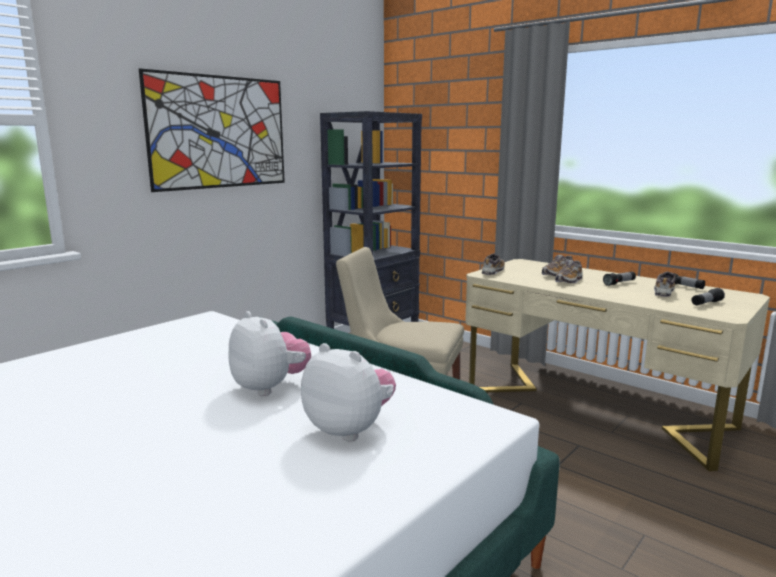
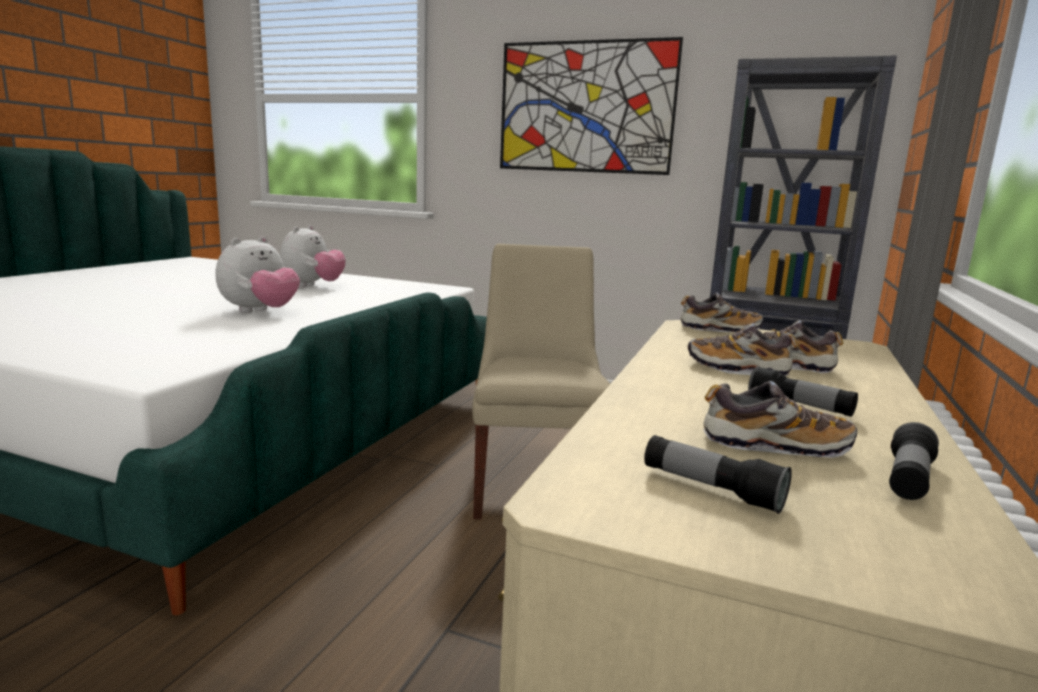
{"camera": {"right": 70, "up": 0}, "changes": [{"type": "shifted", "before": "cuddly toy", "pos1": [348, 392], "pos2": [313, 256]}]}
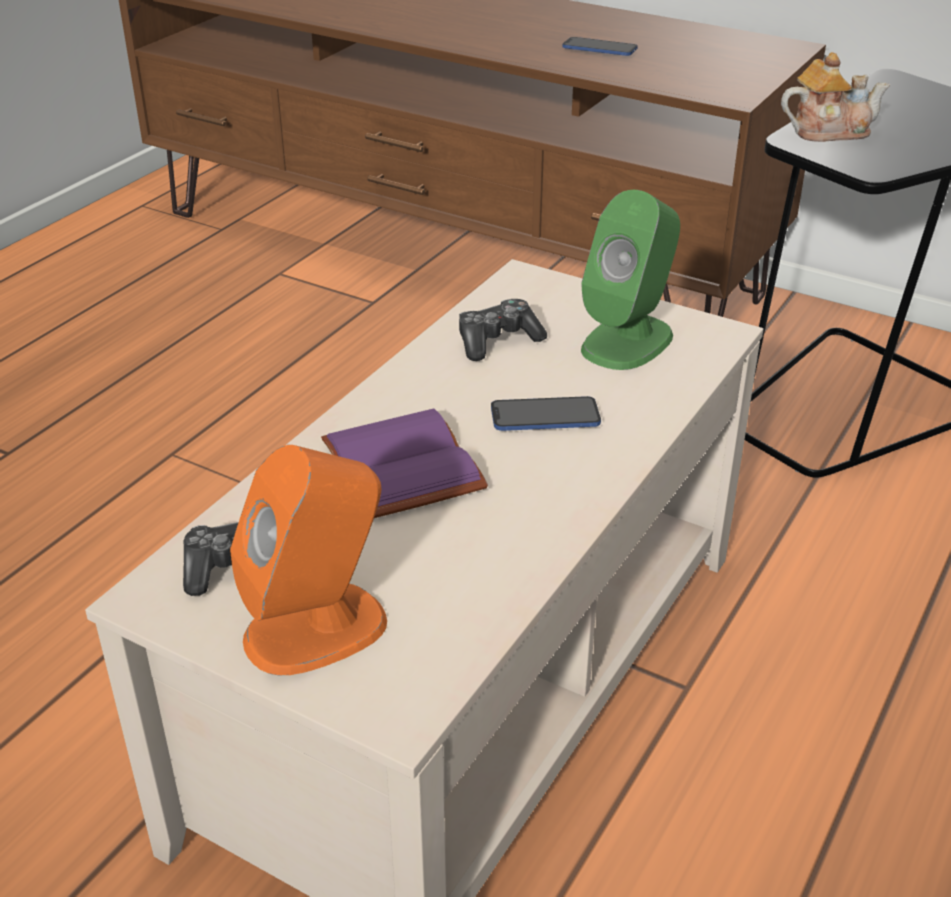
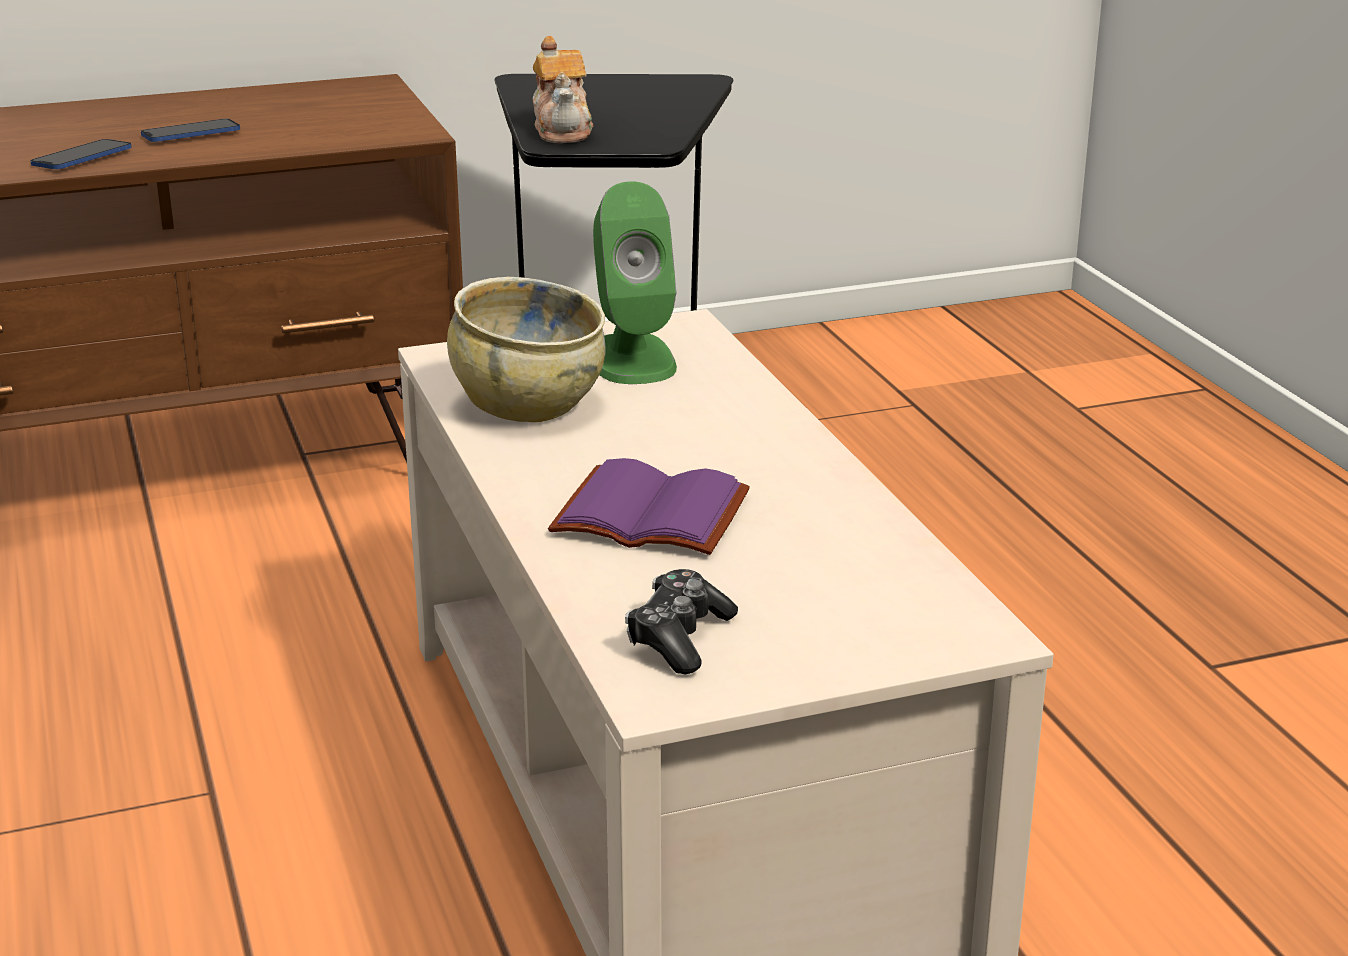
{"camera": {"right": -50, "up": -10}, "changes": [{"type": "gone", "before": "orange loudspeaker", "pos1": [308, 560]}, {"type": "shifted", "before": "phone", "pos1": [546, 413], "pos2": [81, 154]}, {"type": "swapped", "before": "joypad", "after": "beige-coloured serving bowl", "pos1": [503, 330], "pos2": [526, 349]}, {"type": "rotated", "before": "pot for tea", "pos1": [835, 97], "pos2": [563, 89], "turn": 135}]}
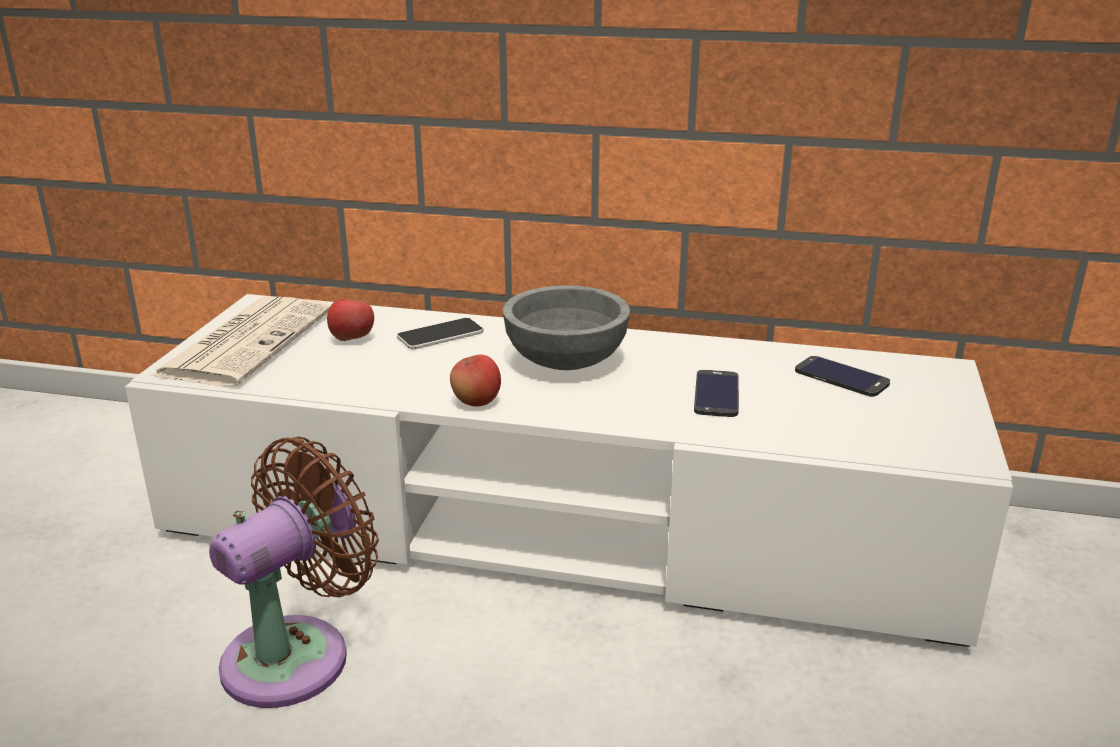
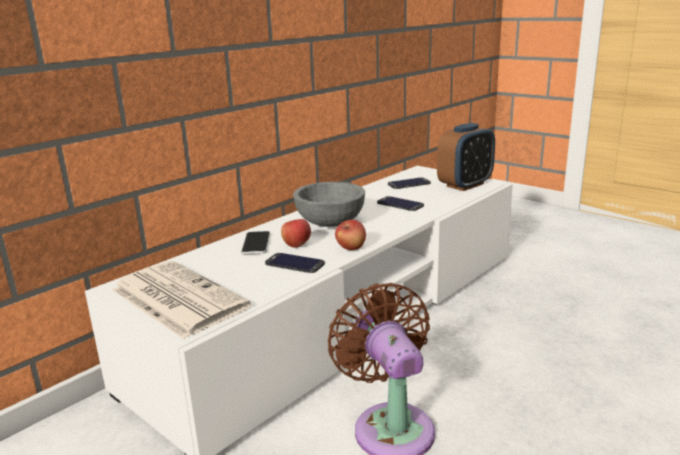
{"camera": {"right": -60, "up": -5}, "changes": [{"type": "new", "after": "phone", "pos2": [295, 263]}, {"type": "new", "after": "table clock", "pos2": [466, 157]}, {"type": "shifted", "before": "apple", "pos1": [350, 320], "pos2": [296, 233]}]}
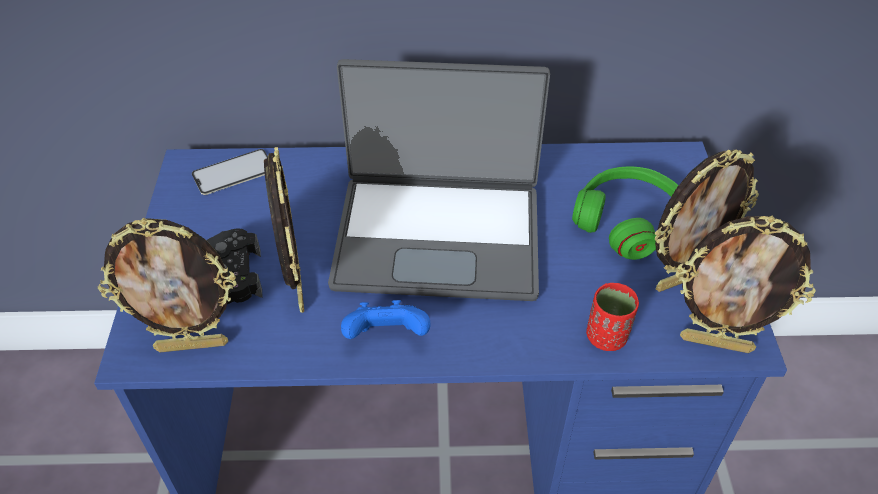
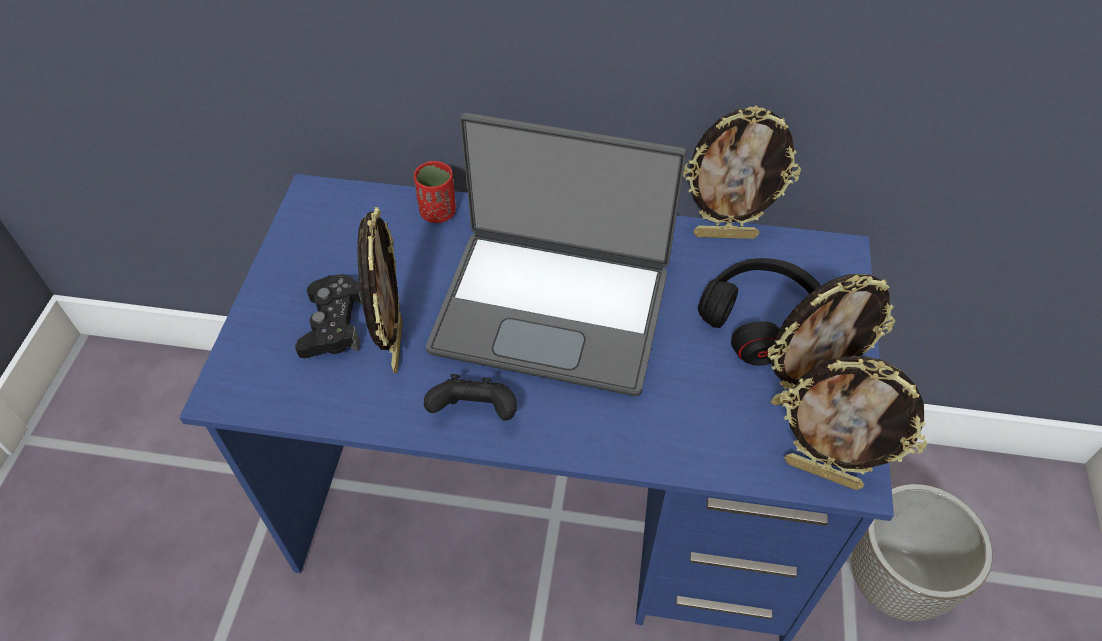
{"camera": {"right": 10, "up": 5}, "changes": [{"type": "gone", "before": "phone", "pos1": [230, 172]}, {"type": "new", "after": "flower pot", "pos2": [922, 552]}, {"type": "shifted", "before": "photo frame", "pos1": [167, 285], "pos2": [742, 172]}, {"type": "shifted", "before": "red drinking cup", "pos1": [612, 317], "pos2": [435, 192]}, {"type": "repainted", "before": "blue joypad", "after": "blackish joypad", "pos1": [385, 319], "pos2": [470, 397]}, {"type": "repainted", "before": "greenish headphones", "after": "blackish headphones", "pos1": [625, 213], "pos2": [759, 312]}]}
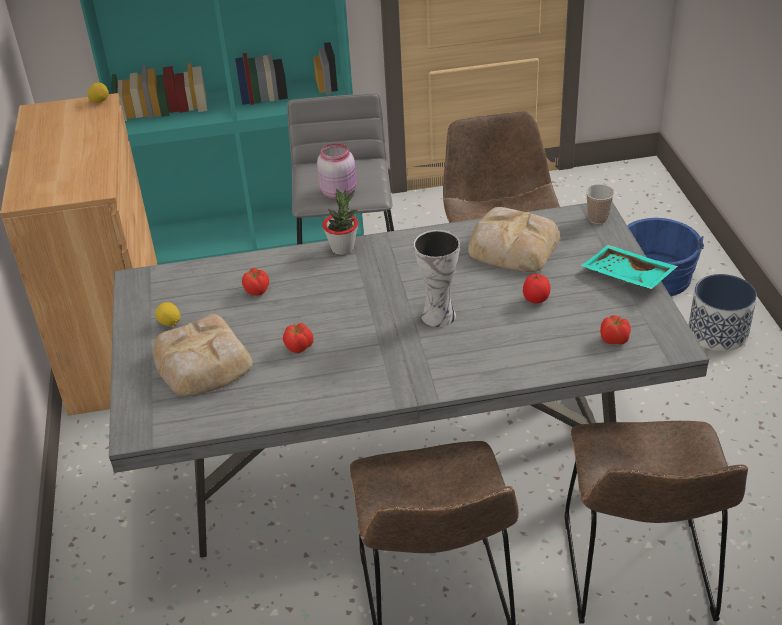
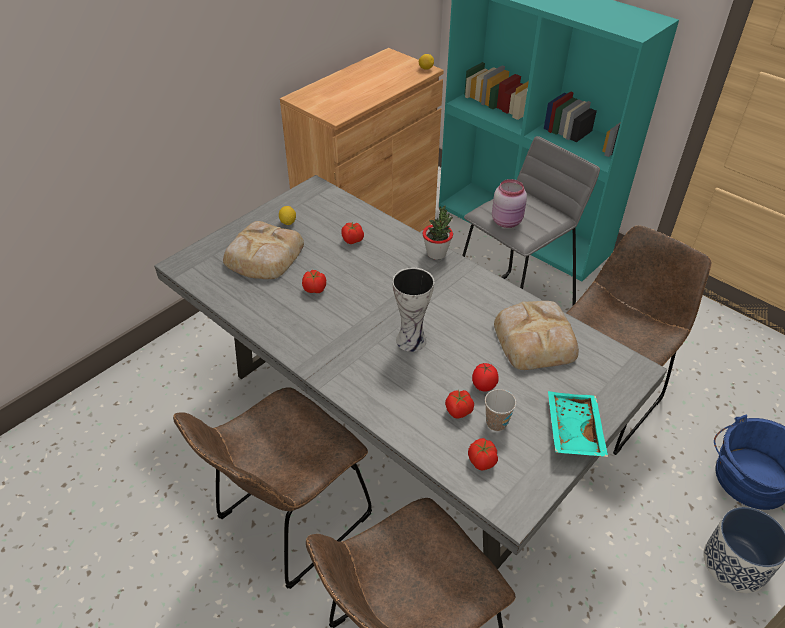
{"camera": {"right": 50, "up": 5}, "changes": [{"type": "new", "after": "whole tomato", "pos2": [459, 404]}, {"type": "shifted", "before": "drinking cup", "pos1": [600, 204], "pos2": [500, 410]}]}
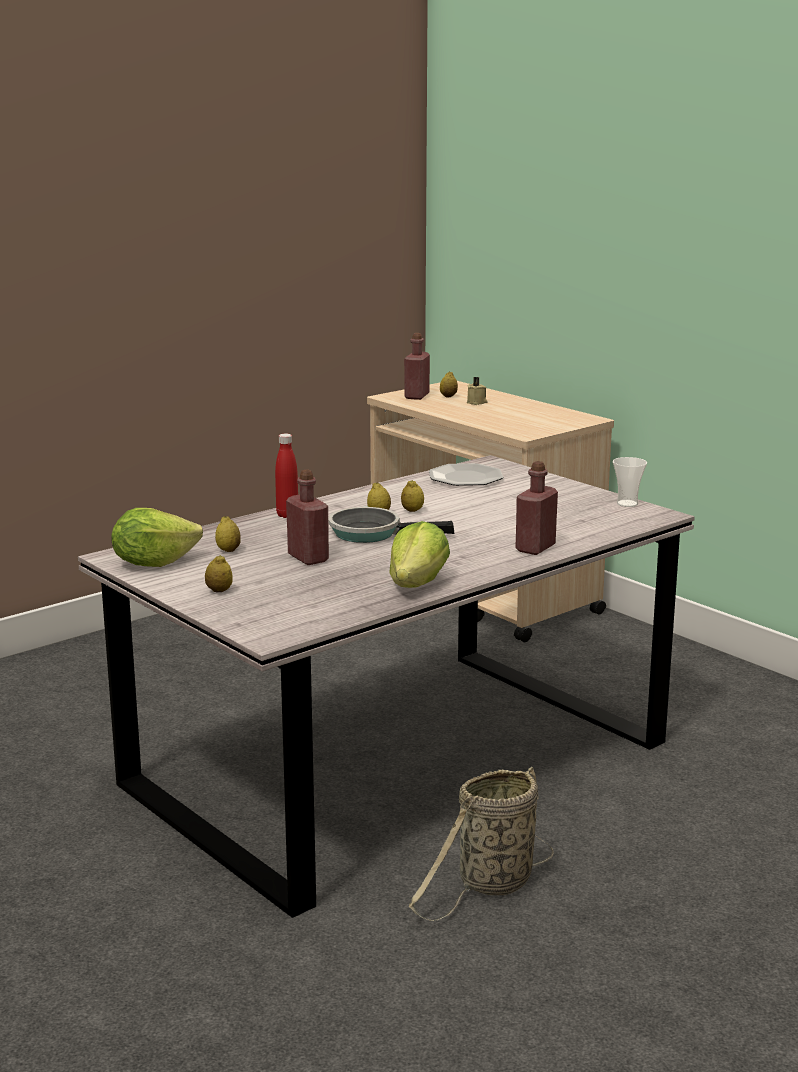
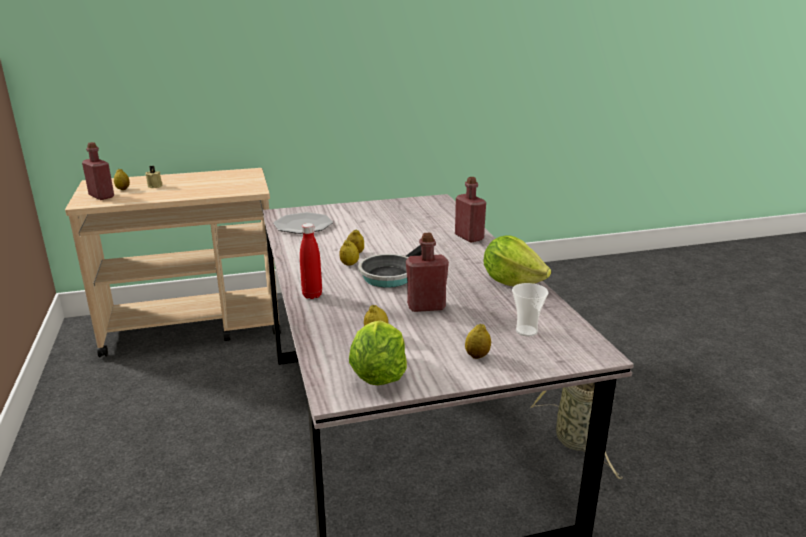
{"camera": {"right": -65, "up": 5}, "changes": [{"type": "shifted", "before": "drinking cup", "pos1": [630, 482], "pos2": [530, 309]}]}
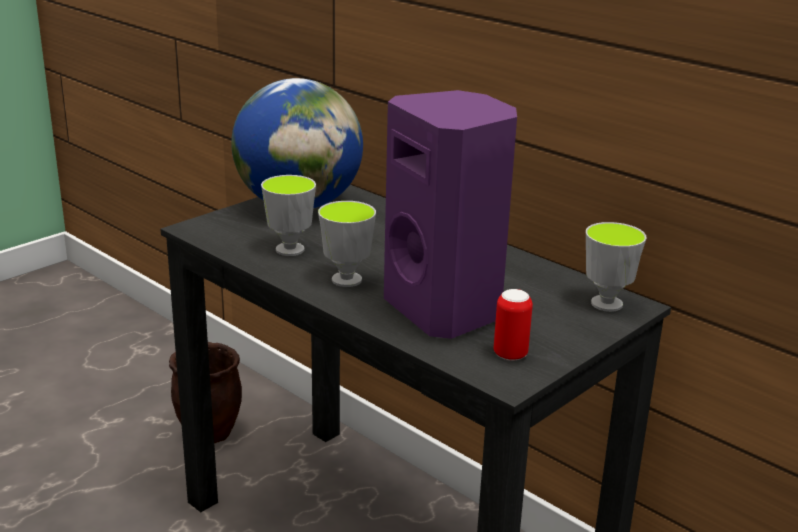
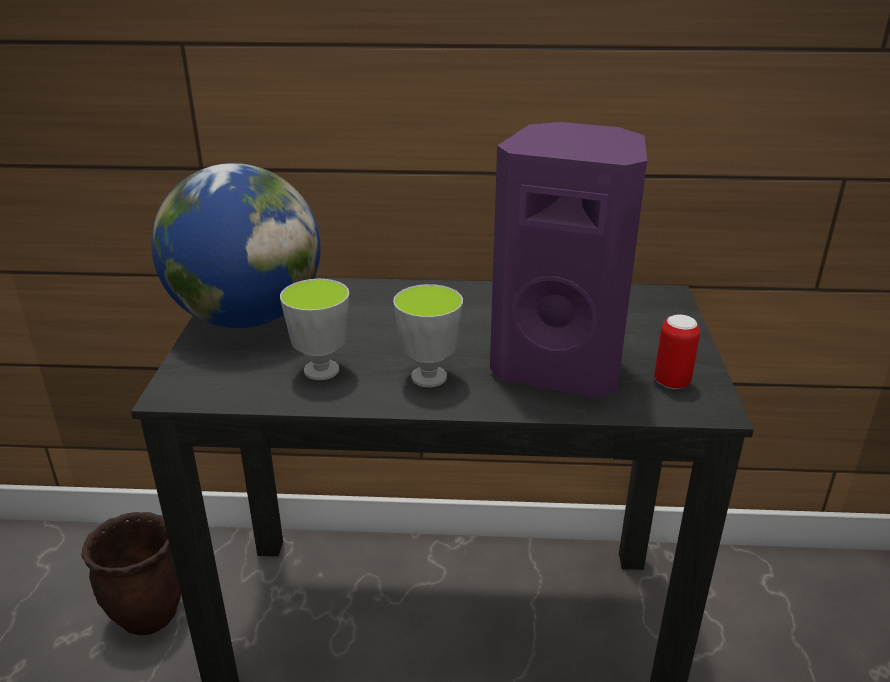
{"camera": {"right": -40, "up": 5}, "changes": [{"type": "gone", "before": "drinking cup", "pos1": [616, 267]}]}
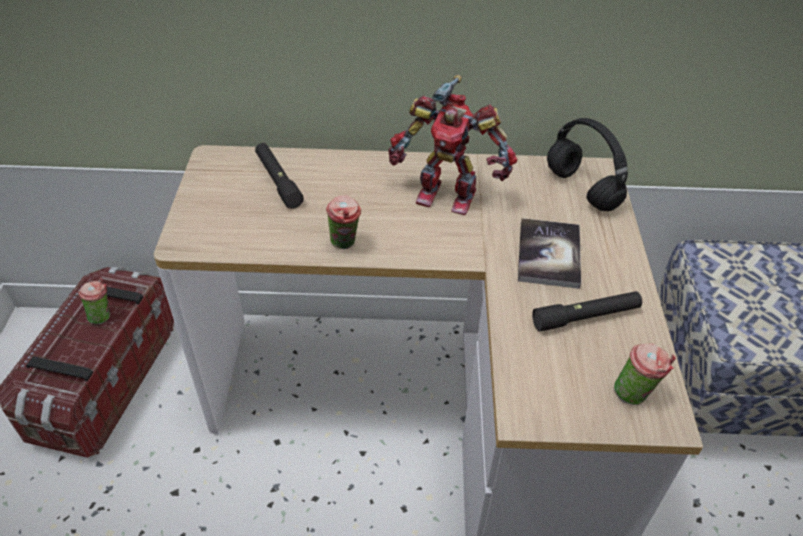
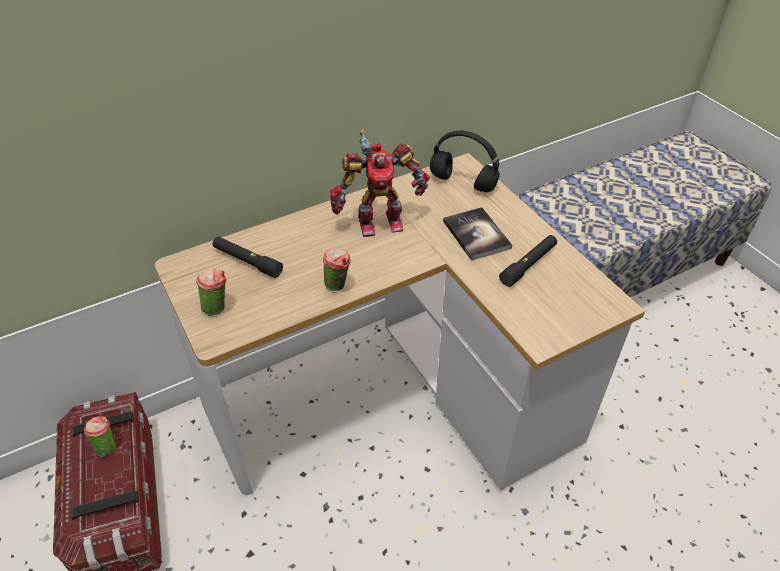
{"camera": {"right": -30, "up": 0}, "changes": [{"type": "shifted", "before": "drinking cup", "pos1": [645, 374], "pos2": [211, 292]}]}
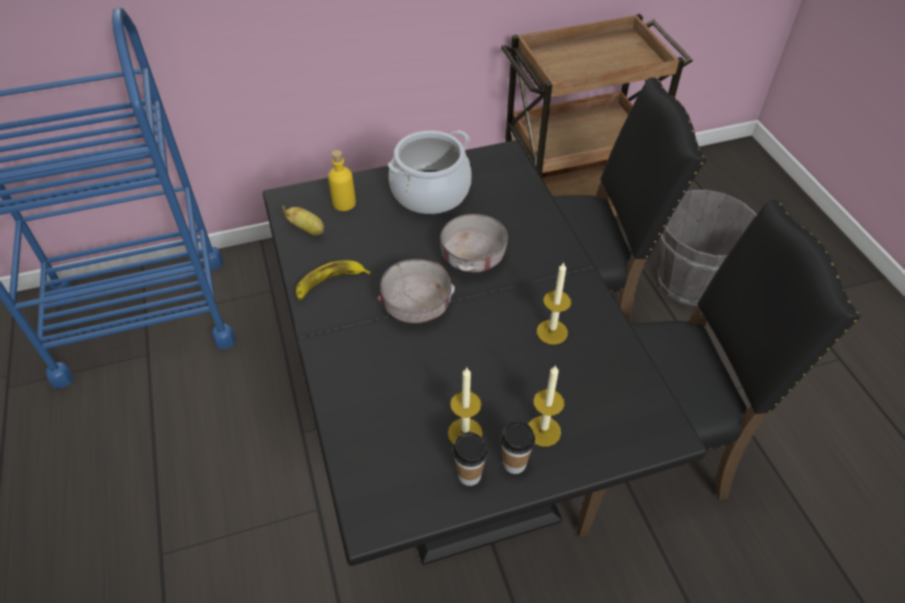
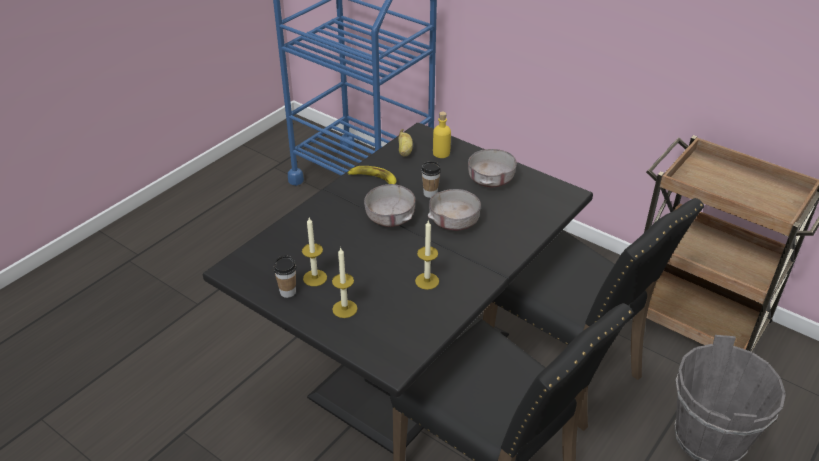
{"camera": {"right": 55, "up": -10}, "changes": [{"type": "shifted", "before": "drinking cup", "pos1": [518, 447], "pos2": [431, 179]}, {"type": "swapped", "before": "cooking pot", "after": "grey serving bowl", "pos1": [430, 172], "pos2": [492, 168]}]}
